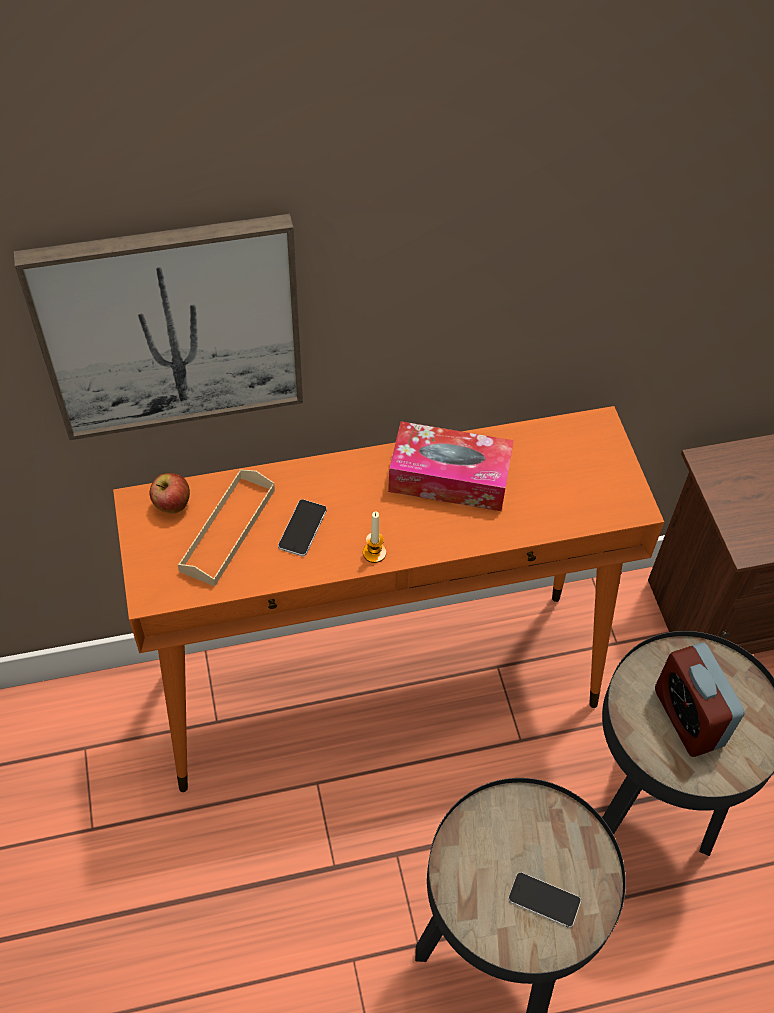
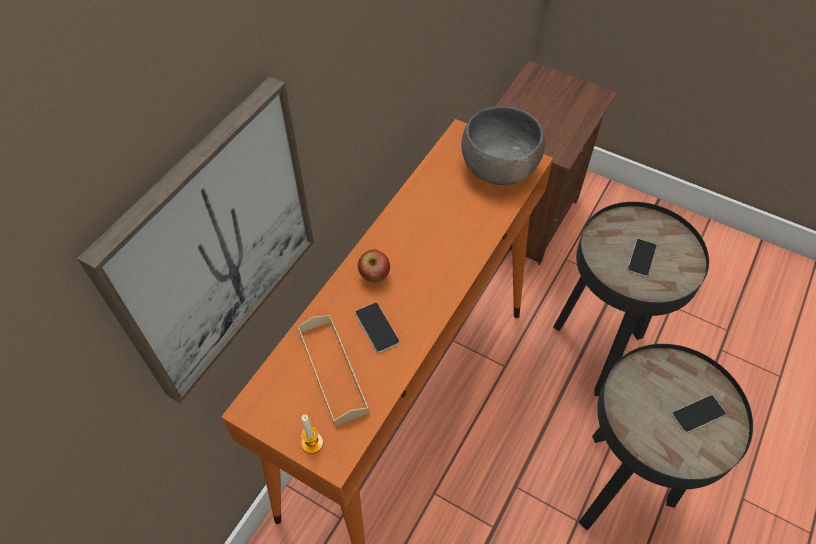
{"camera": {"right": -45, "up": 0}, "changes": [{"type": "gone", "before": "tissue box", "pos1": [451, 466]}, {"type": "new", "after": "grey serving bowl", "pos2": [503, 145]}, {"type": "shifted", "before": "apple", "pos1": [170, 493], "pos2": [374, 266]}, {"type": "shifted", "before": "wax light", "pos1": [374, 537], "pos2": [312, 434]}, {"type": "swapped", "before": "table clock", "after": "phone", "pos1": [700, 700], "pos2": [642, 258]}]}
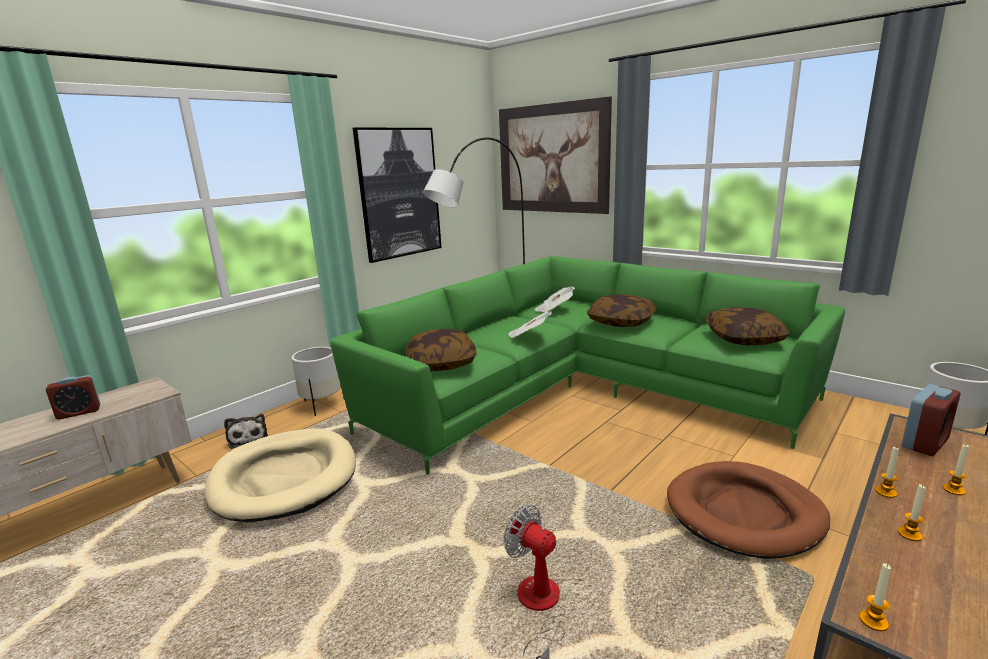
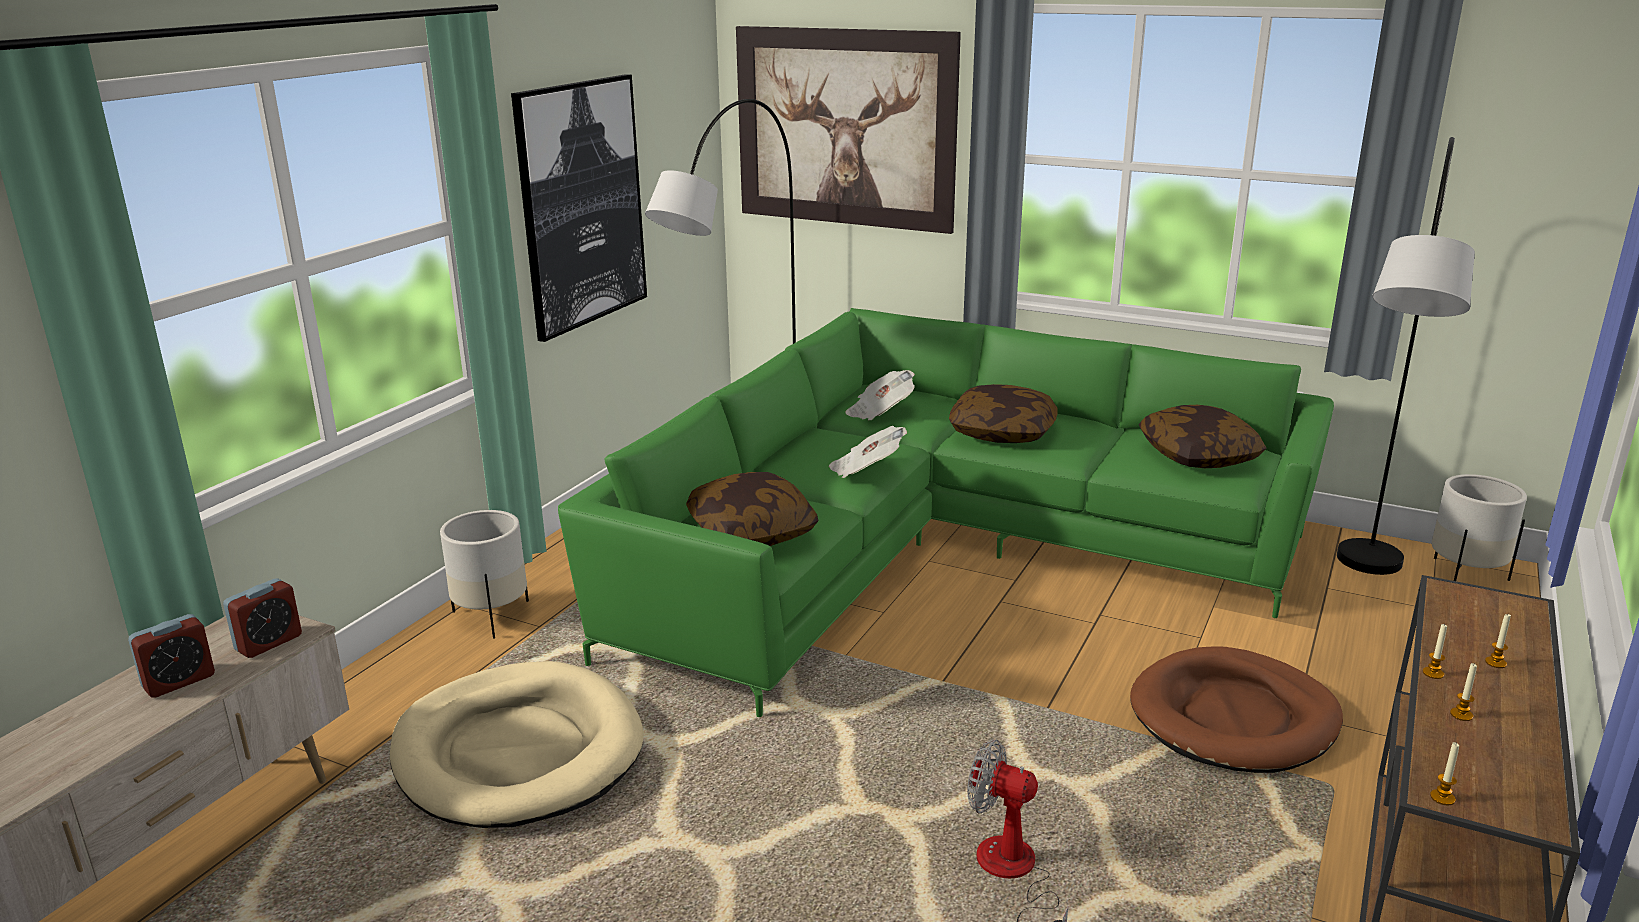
{"camera": {"right": -15, "up": 5}, "changes": [{"type": "gone", "before": "cuddly toy", "pos1": [246, 431]}, {"type": "new", "after": "grey floor lamp", "pos2": [1406, 356]}, {"type": "shifted", "before": "table clock", "pos1": [931, 420], "pos2": [262, 618]}]}
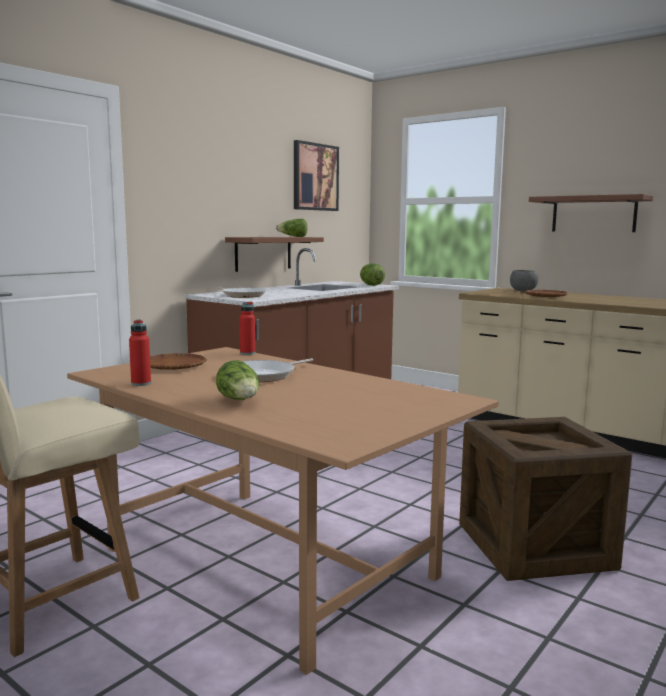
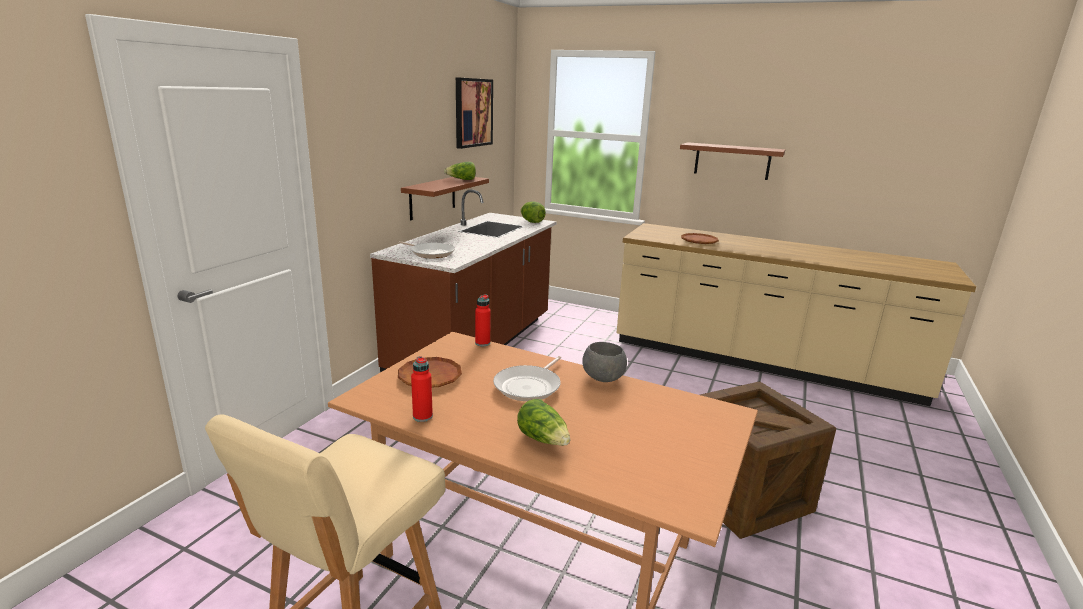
{"camera": {"right": -15, "up": 10}, "changes": [{"type": "shifted", "before": "grey serving bowl", "pos1": [524, 281], "pos2": [604, 362]}]}
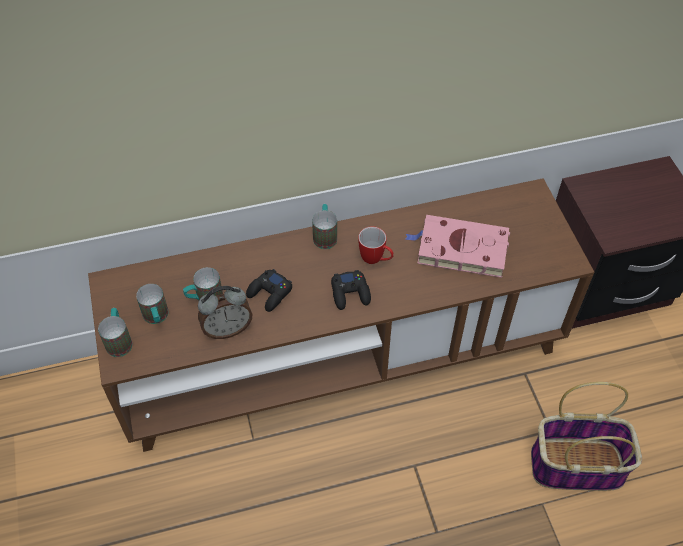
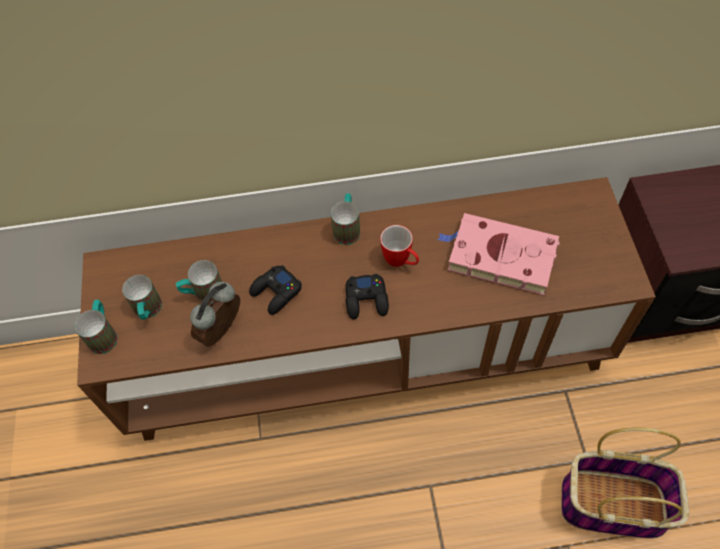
{"camera": {"right": 10, "up": 5}, "changes": [{"type": "rotated", "before": "table clock", "pos1": [225, 312], "pos2": [215, 314], "turn": 135}]}
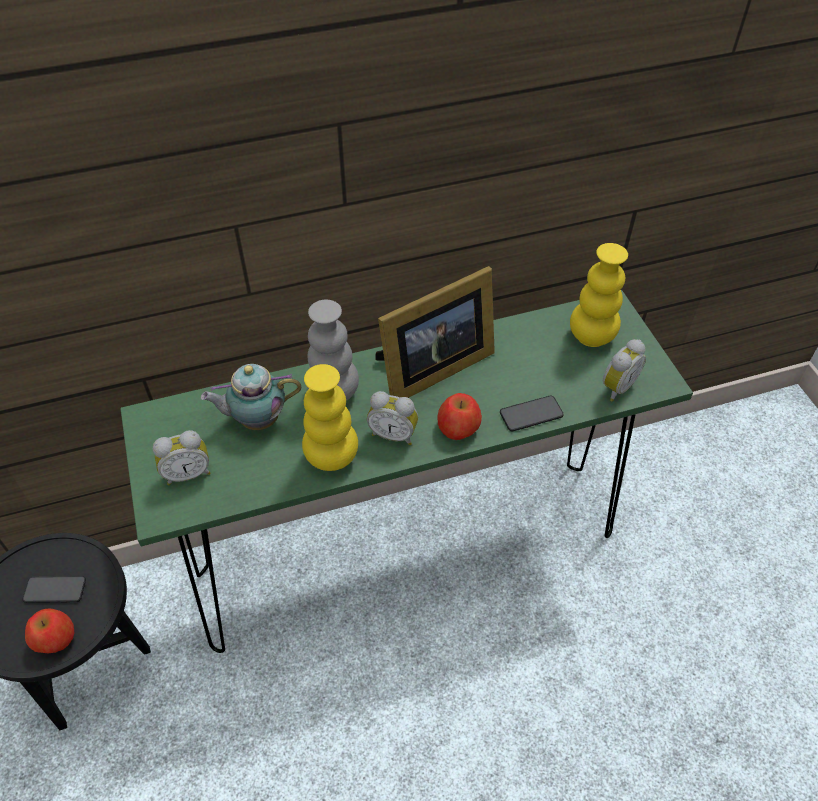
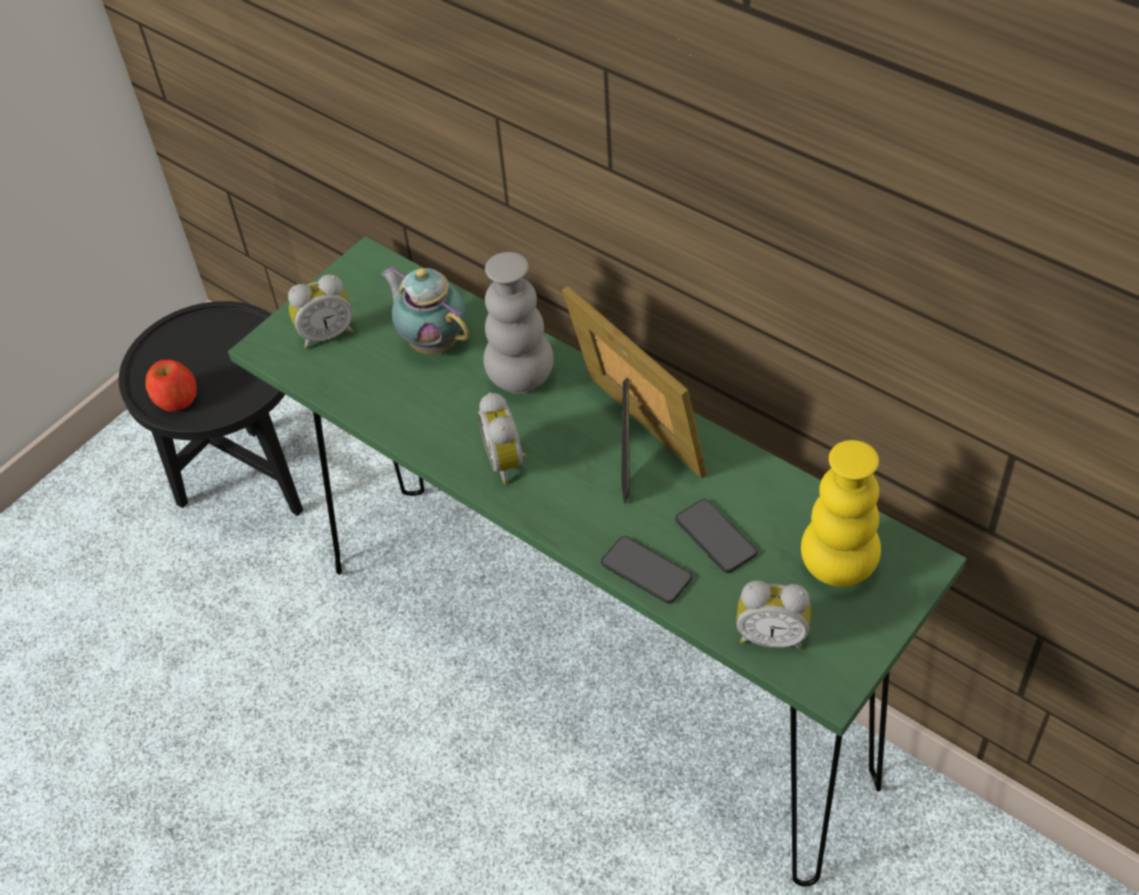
{"camera": {"right": 60, "up": 0}, "changes": [{"type": "gone", "before": "yellow-coloured decorative vase", "pos1": [330, 417]}, {"type": "gone", "before": "apple", "pos1": [459, 416]}, {"type": "shifted", "before": "phone", "pos1": [54, 589], "pos2": [716, 536]}, {"type": "rotated", "before": "table clock", "pos1": [181, 458], "pos2": [321, 311], "turn": -60}, {"type": "rotated", "before": "photo frame", "pos1": [435, 332], "pos2": [634, 394], "turn": -150}]}
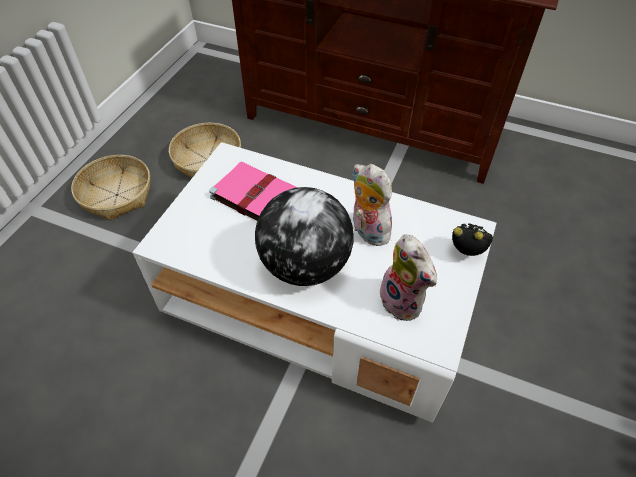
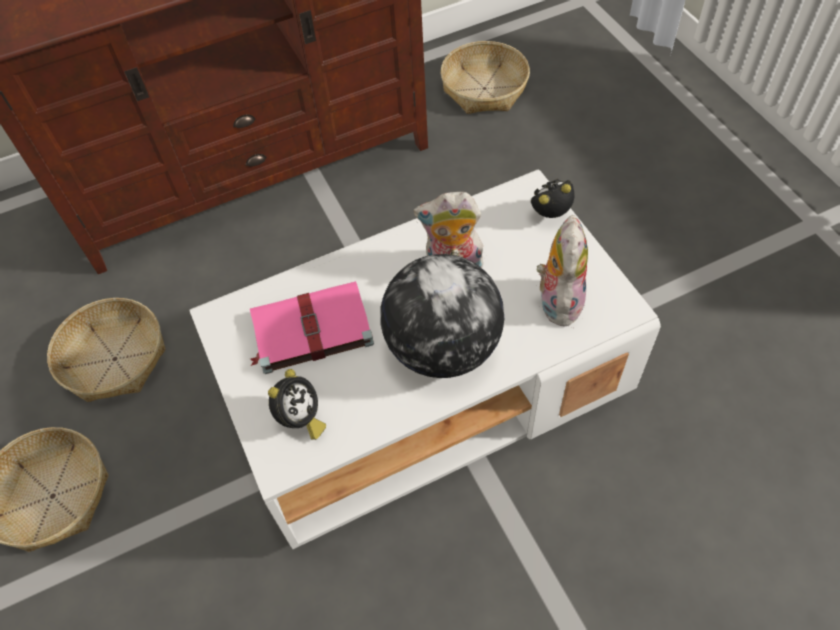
{"camera": {"right": -45, "up": 5}, "changes": [{"type": "new", "after": "table clock", "pos2": [297, 404]}, {"type": "new", "after": "storage basket", "pos2": [485, 77]}, {"type": "rotated", "before": "cuddly toy", "pos1": [408, 277], "pos2": [562, 271], "turn": -90}]}
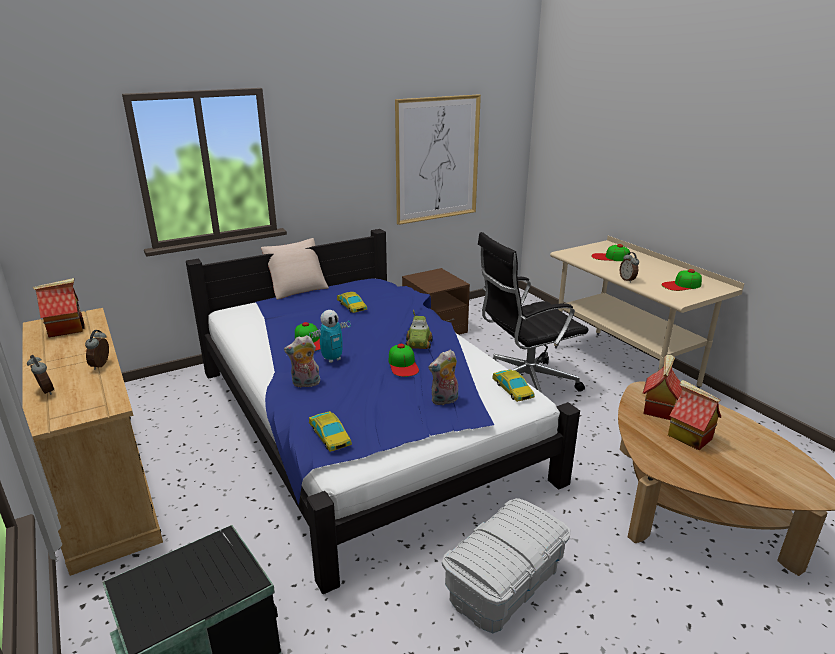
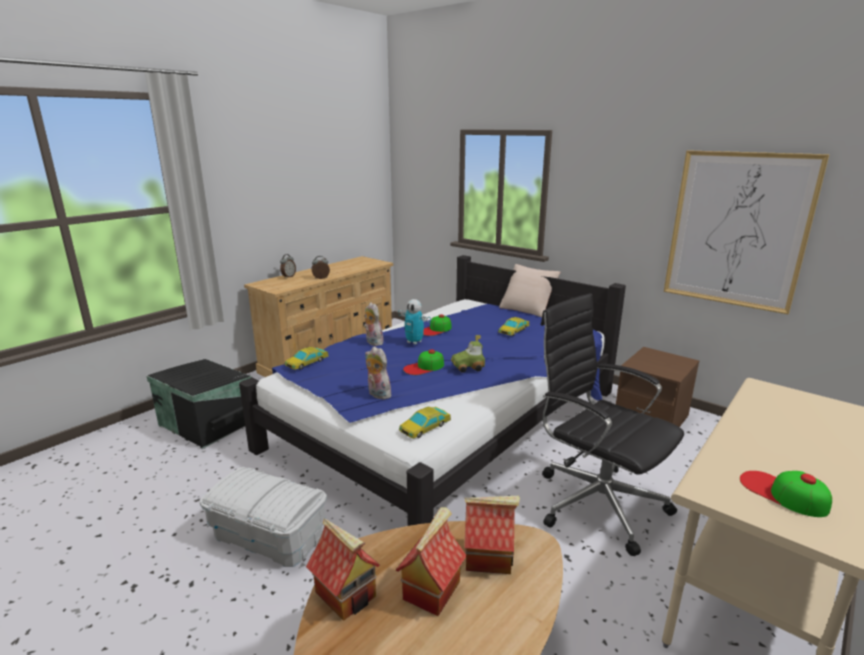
{"camera": {"right": 70, "up": -5}, "changes": [{"type": "gone", "before": "baseball cap", "pos1": [610, 252]}, {"type": "gone", "before": "table clock", "pos1": [629, 267]}, {"type": "shifted", "before": "model house", "pos1": [59, 307], "pos2": [343, 569]}]}
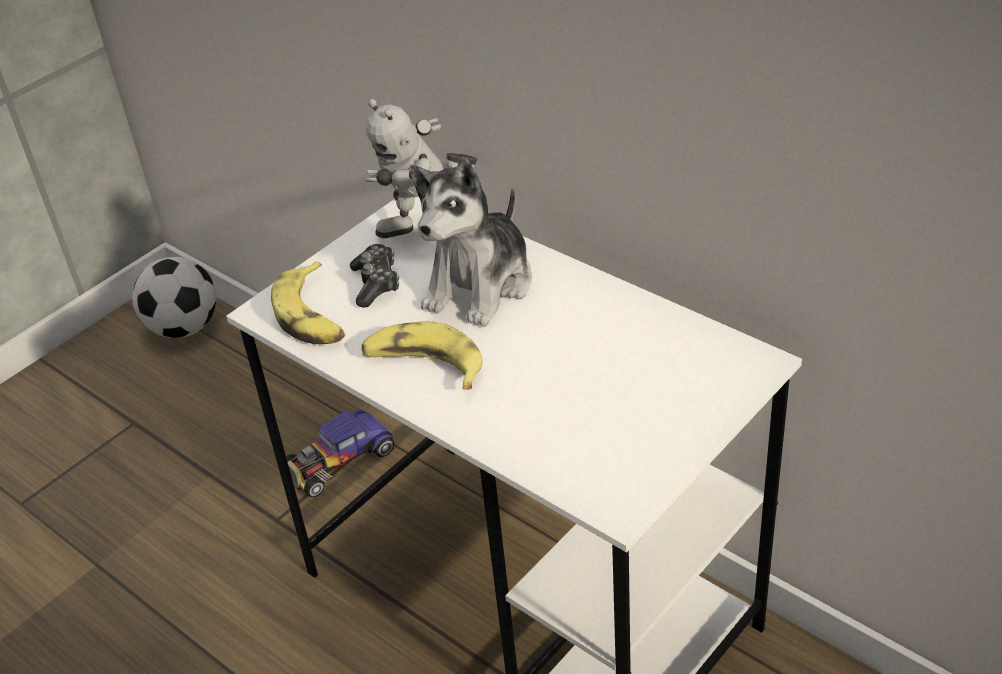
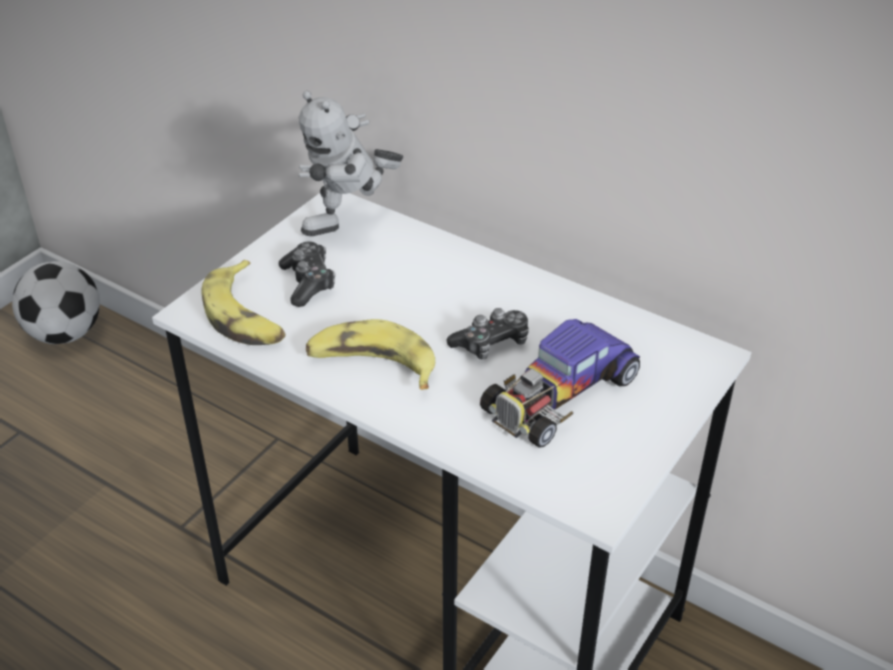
{"camera": {"right": -10, "up": 0}, "changes": [{"type": "gone", "before": "cuddly toy", "pos1": [471, 242]}, {"type": "new", "after": "joypad", "pos2": [488, 334]}, {"type": "shifted", "before": "model car", "pos1": [340, 453], "pos2": [560, 383]}]}
